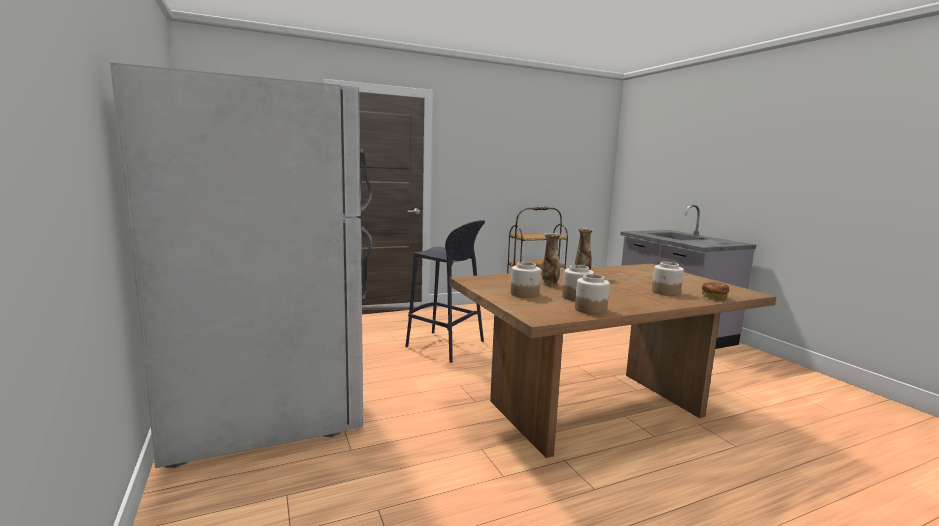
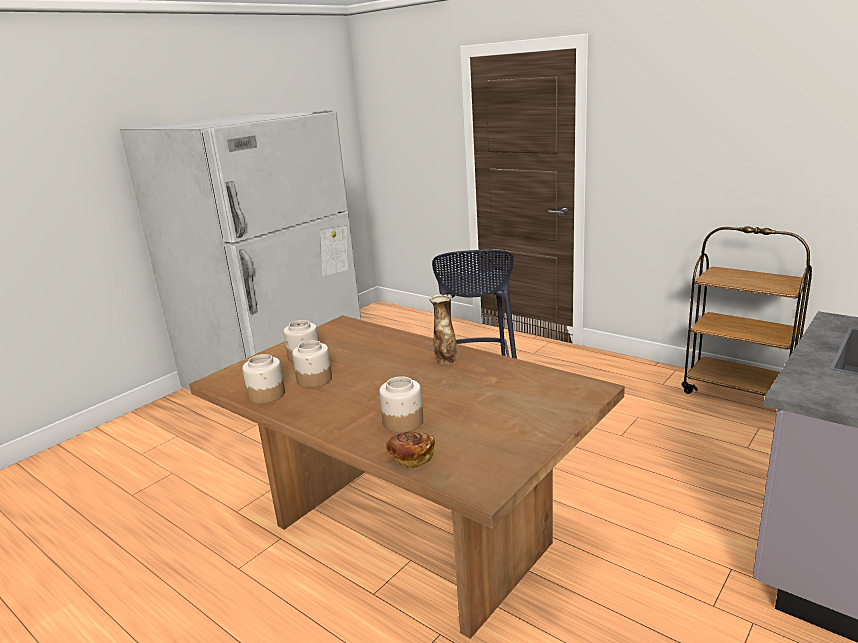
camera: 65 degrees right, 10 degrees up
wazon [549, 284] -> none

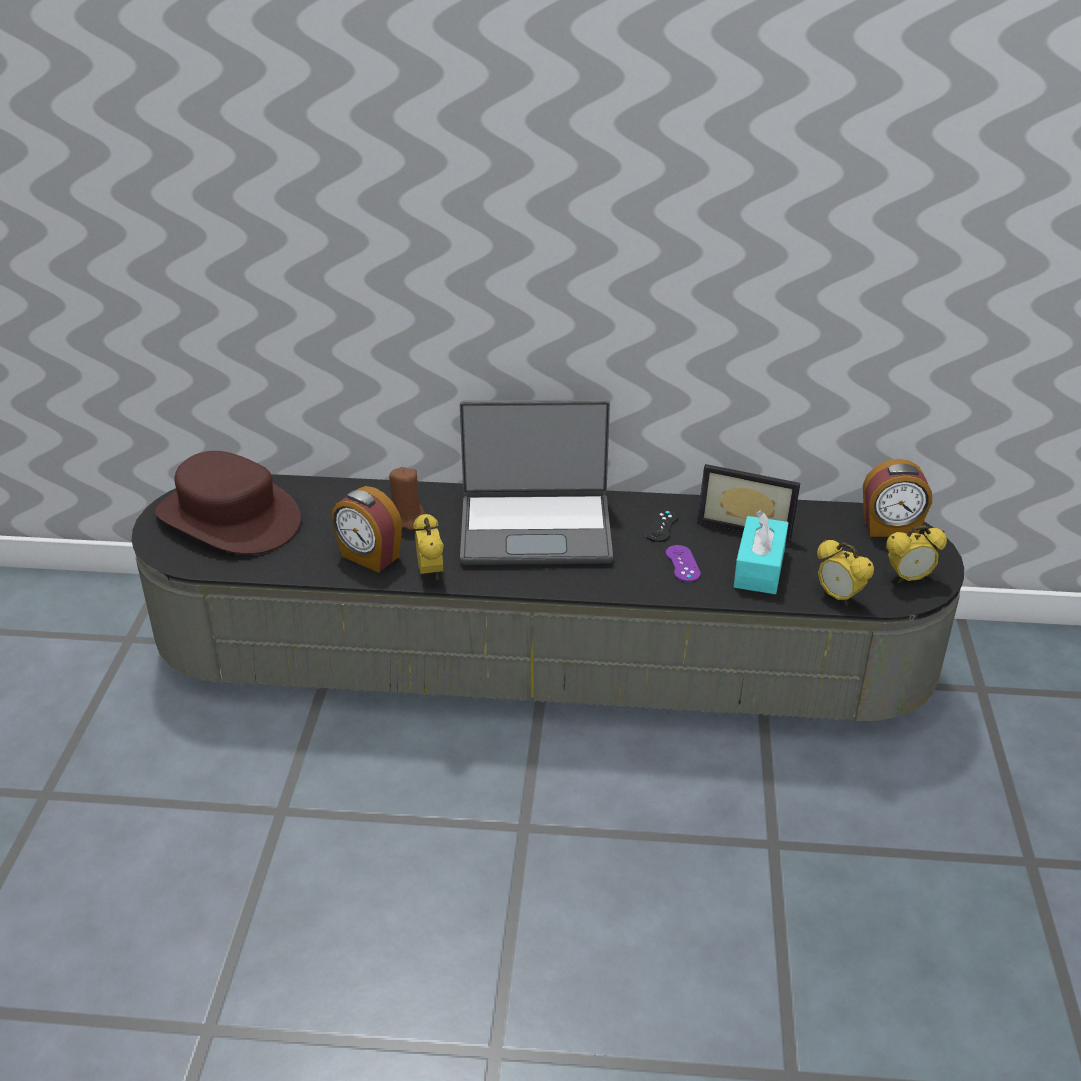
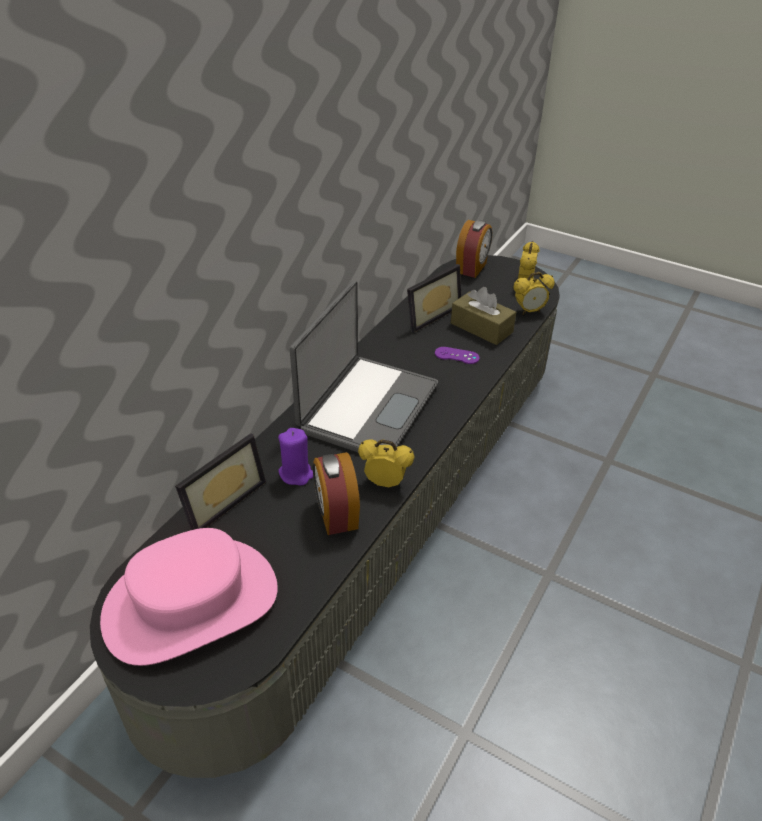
camera: 65 degrees left, 5 degrees up
kapelusz (brązowy) [229, 517] -> kapelusz (różowy) [191, 602]
świeca (brązowy) [407, 519] -> świeca (fioletowy) [296, 474]
budzik [369, 557] -> budzik [336, 514], 105 degrees clockwise
pad do gier (czarny) [661, 525] -> none
pudełko chusteczek (turkusowy) [759, 568] -> pudełko chusteczek (brązowy) [481, 328]
none -> ramka na zdjęcie [220, 500]

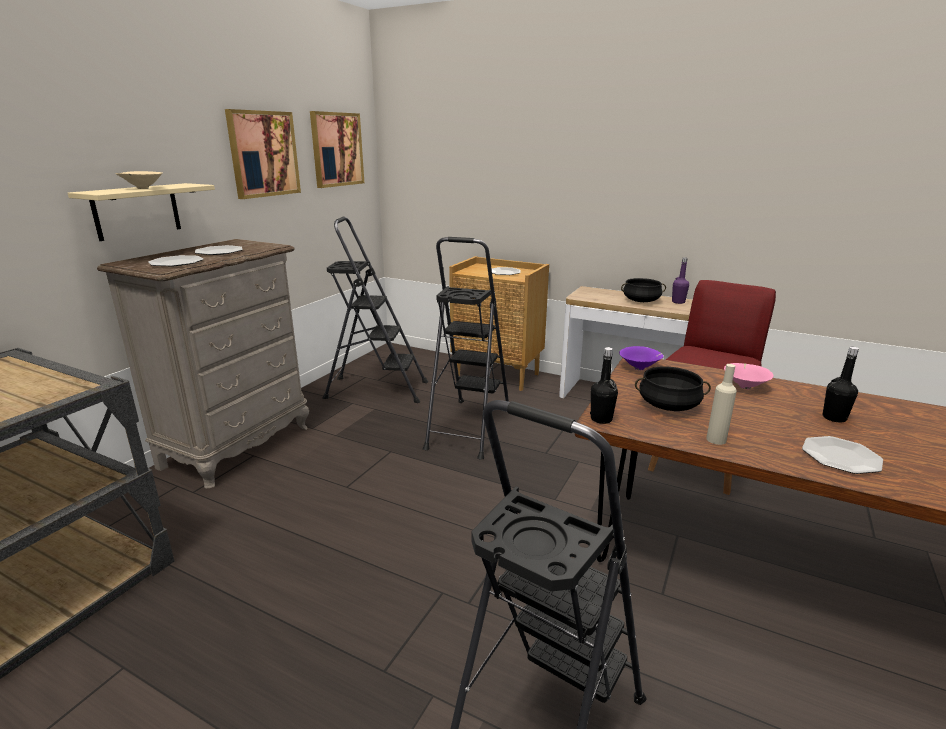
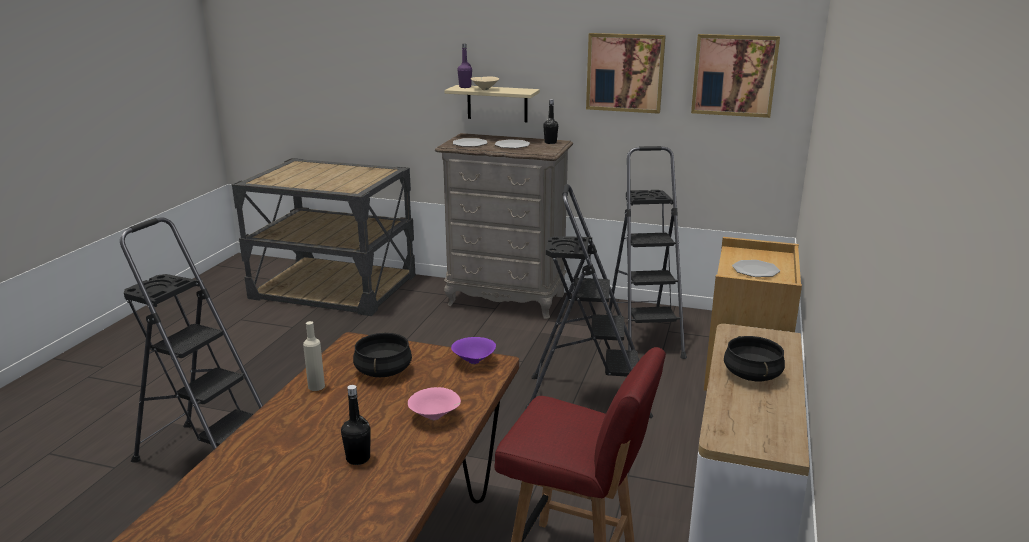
camera: 80 degrees right, 0 degrees up
butelka (fioletowy) [678, 302] -> butelka (fioletowy) [465, 87], move
butelka (czarny) [601, 419] -> butelka (czarny) [550, 142], move
talerz [841, 456] -> none

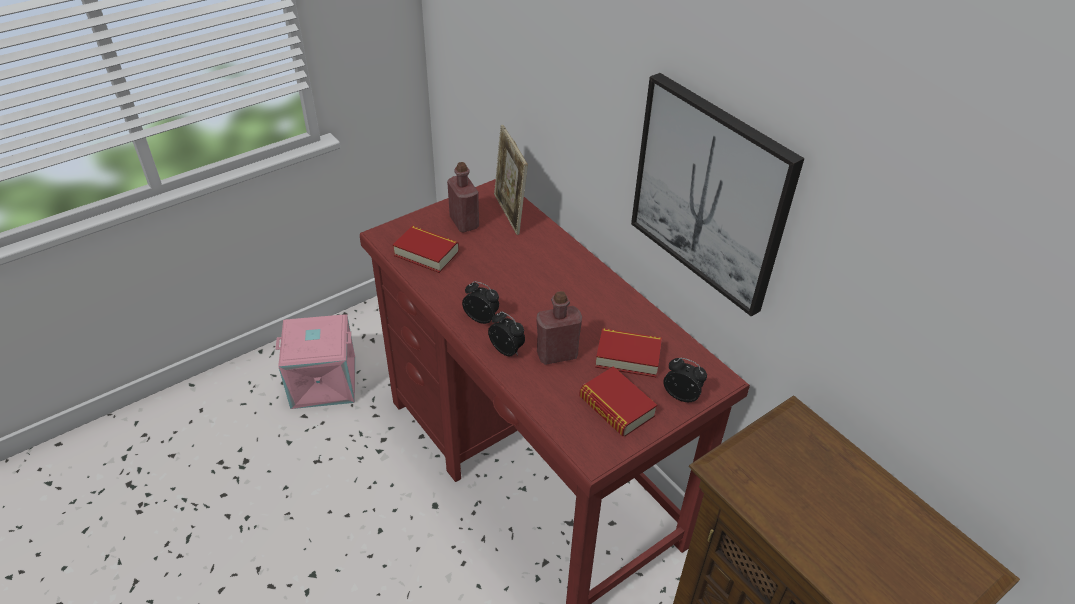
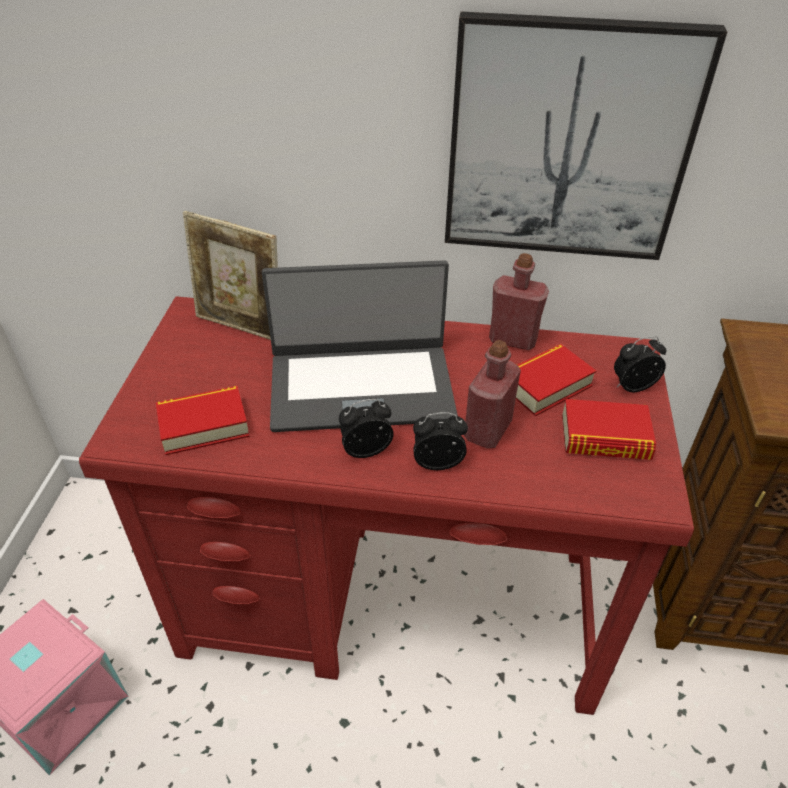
camera: 45 degrees left, 0 degrees up
butelka (czerwony) [464, 223] -> butelka (czerwony) [513, 339], move
none -> laptop [361, 386]

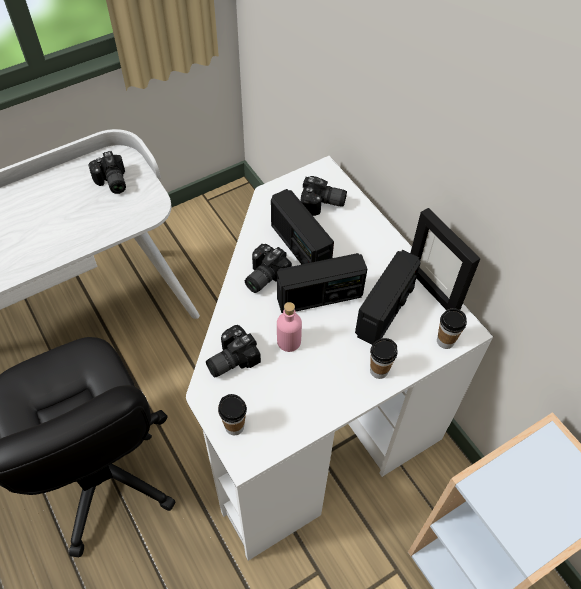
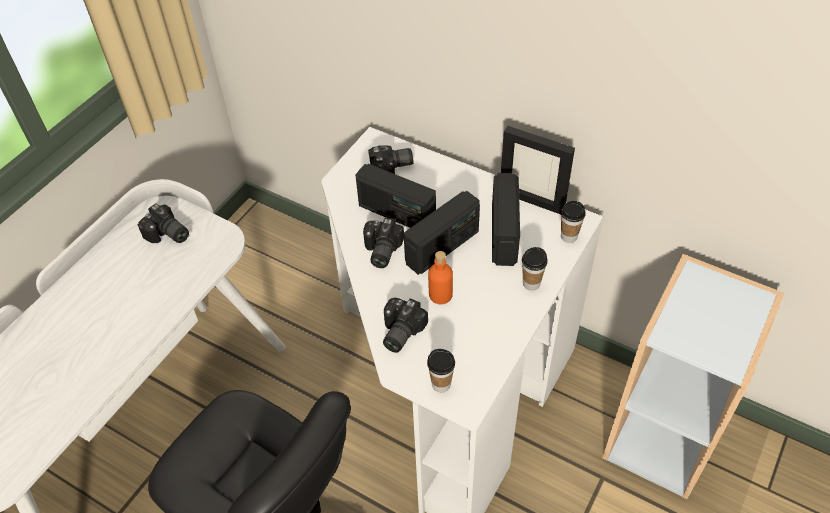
camera: 25 degrees left, 5 degrees down
butelka (różowy) [288, 341] -> butelka (pomarańczowy) [440, 295]

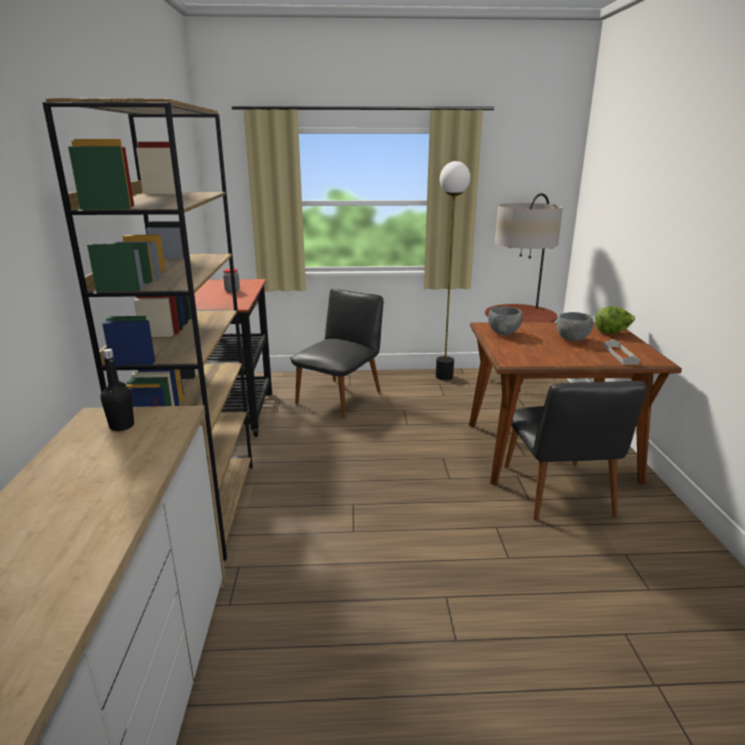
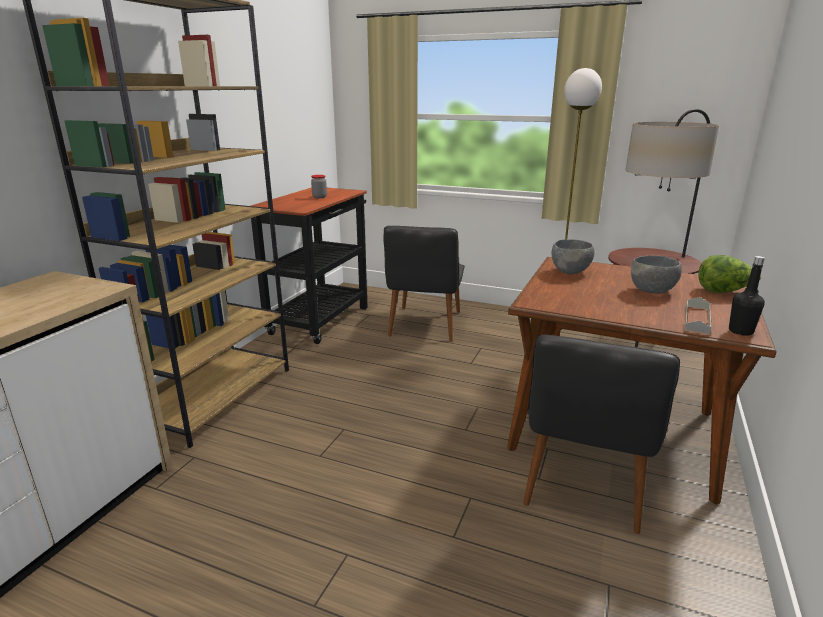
camera: 25 degrees right, 0 degrees up
krzesło (czarny) [339, 397] -> krzesło (czarny) [425, 323], 135 degrees clockwise
butelka (czarny) [122, 426] -> butelka (czarny) [740, 331], move

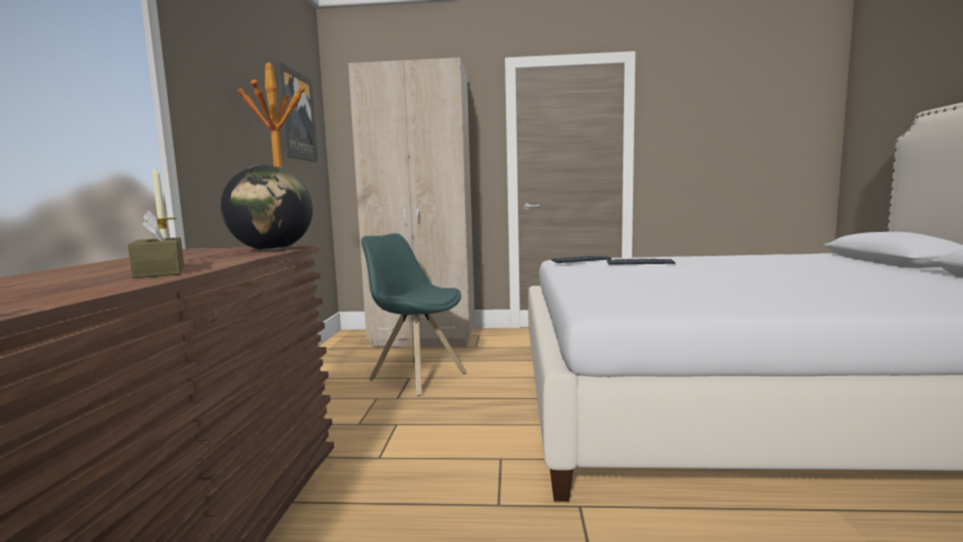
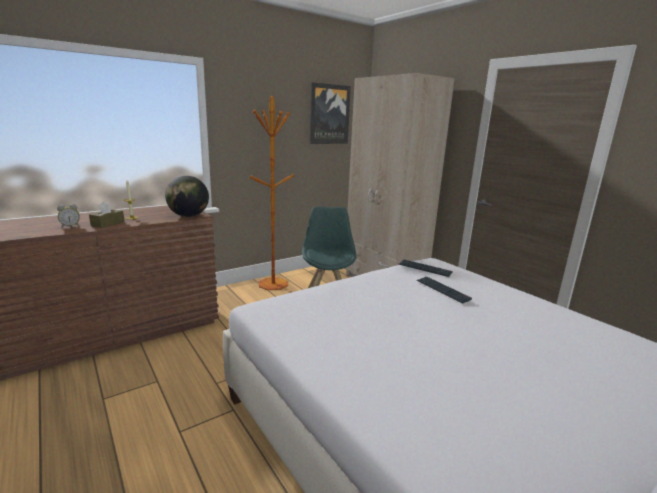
camera: 50 degrees right, 10 degrees up
none -> budzik [70, 226]

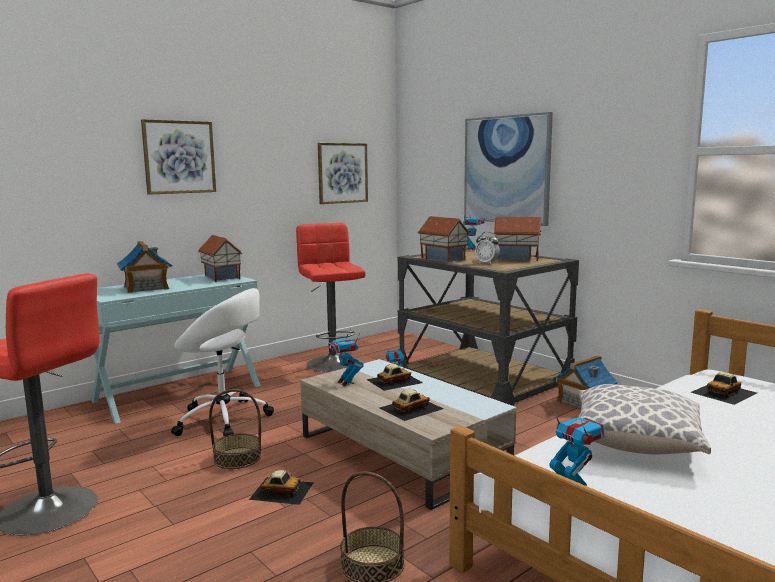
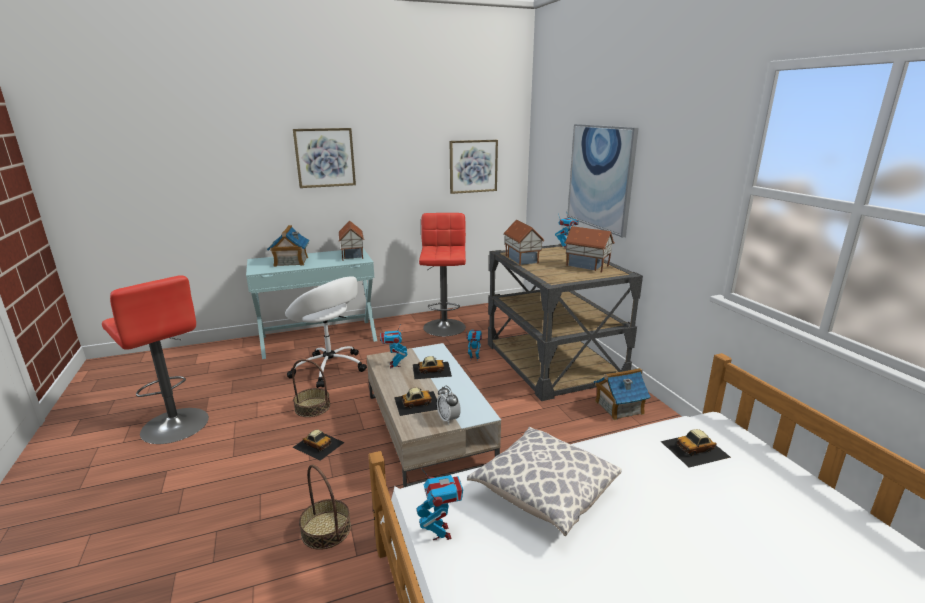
camera: 20 degrees right, 10 degrees up
budzik [487, 263] -> budzik [448, 419], move

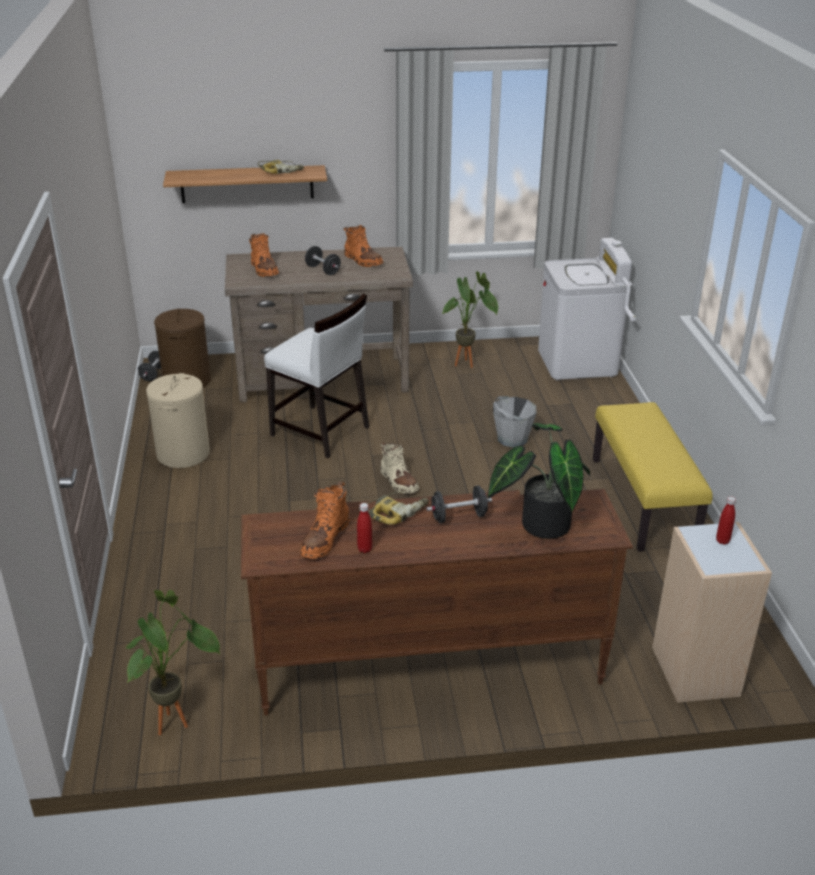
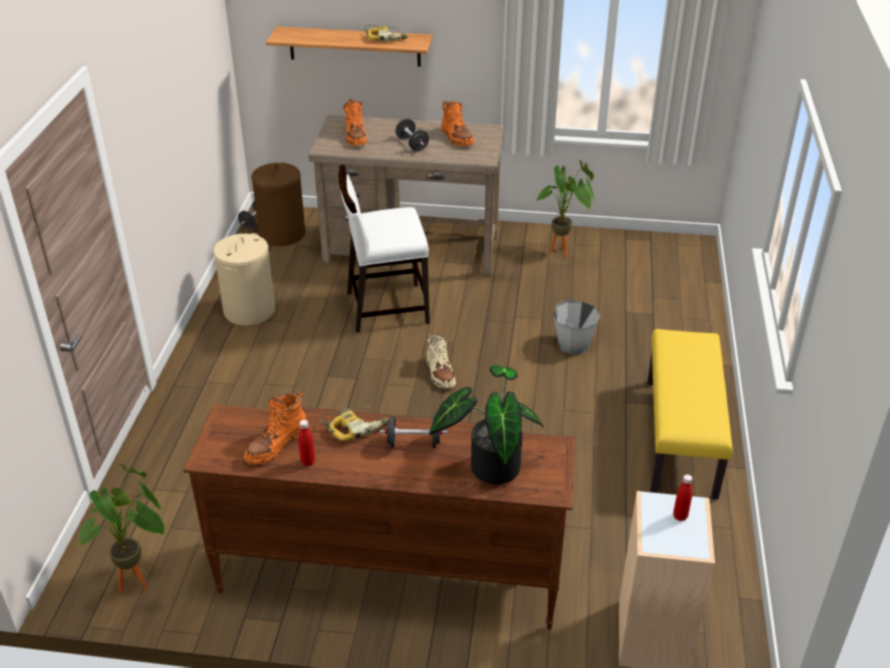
camera: 15 degrees right, 5 degrees up
pralka (biały) [578, 365] -> none
krzesło (biały) [320, 432] -> krzesło (biały) [386, 307], 120 degrees clockwise

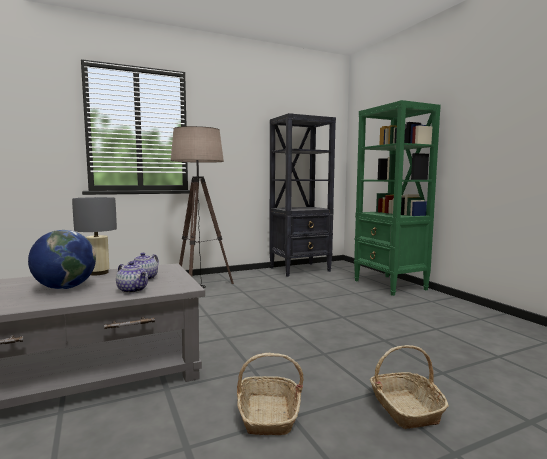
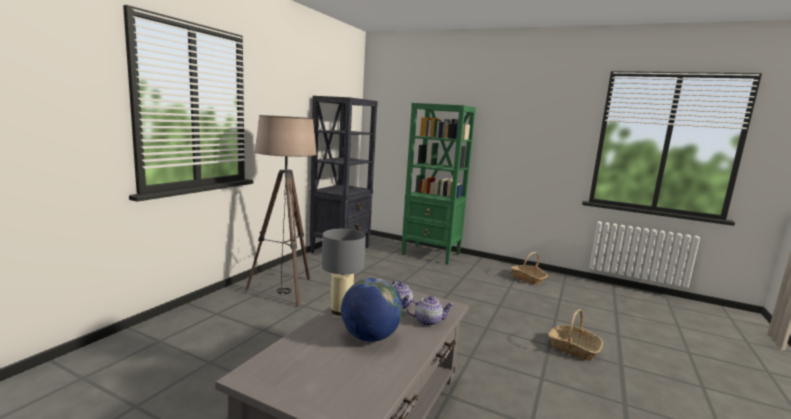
camera: 40 degrees left, 5 degrees up
koszyk [268, 414] -> koszyk [528, 279], move

